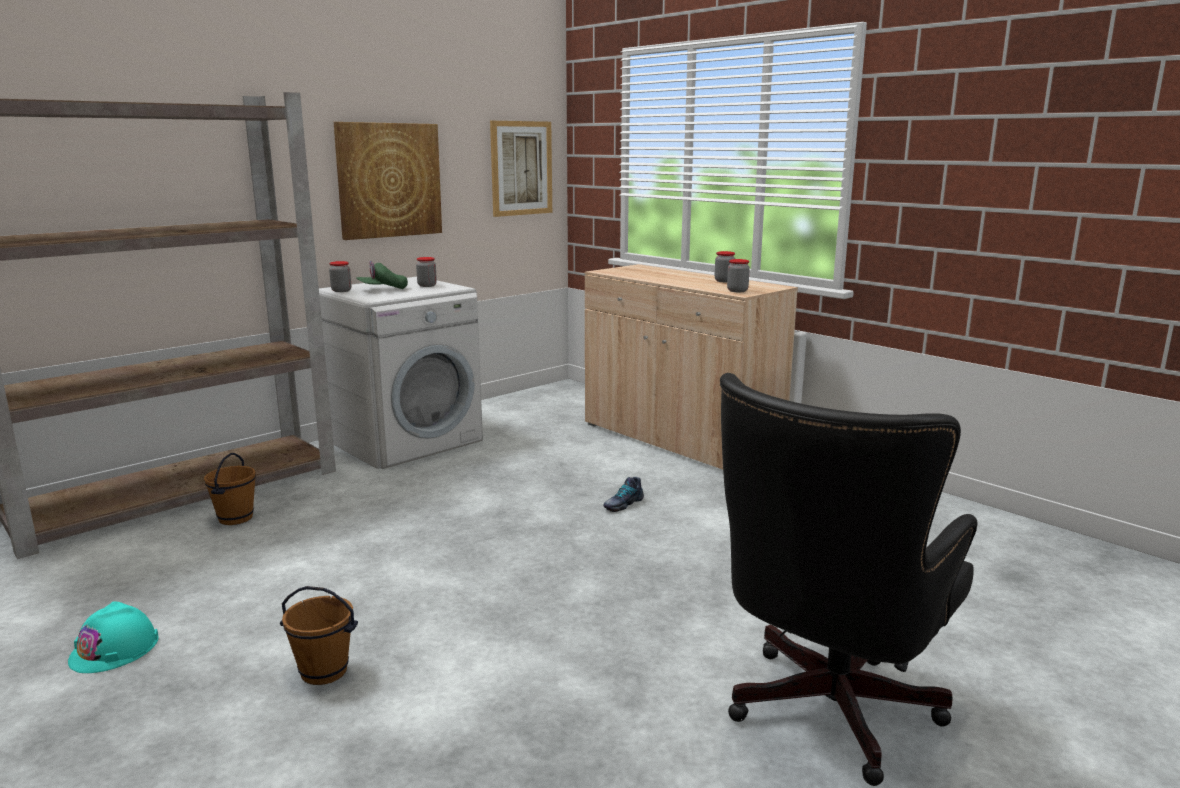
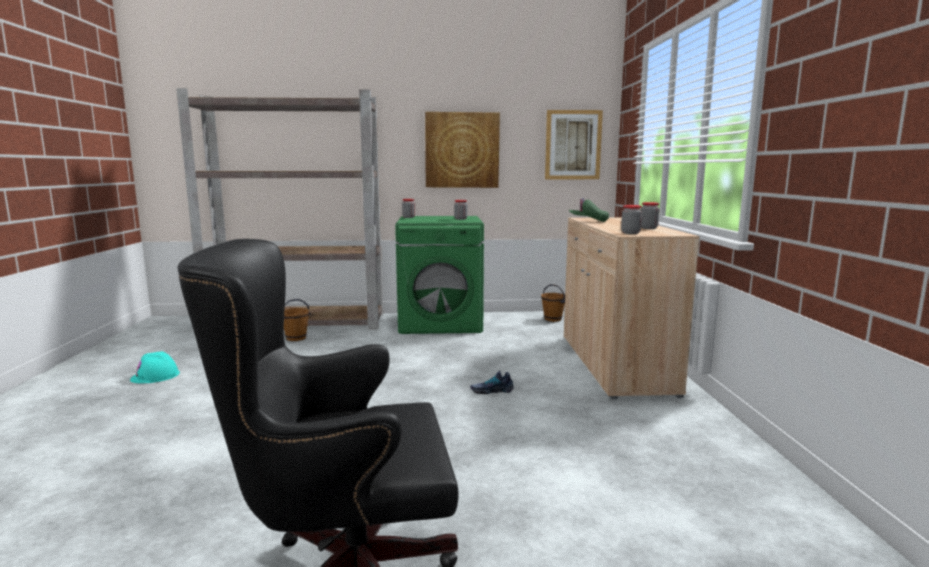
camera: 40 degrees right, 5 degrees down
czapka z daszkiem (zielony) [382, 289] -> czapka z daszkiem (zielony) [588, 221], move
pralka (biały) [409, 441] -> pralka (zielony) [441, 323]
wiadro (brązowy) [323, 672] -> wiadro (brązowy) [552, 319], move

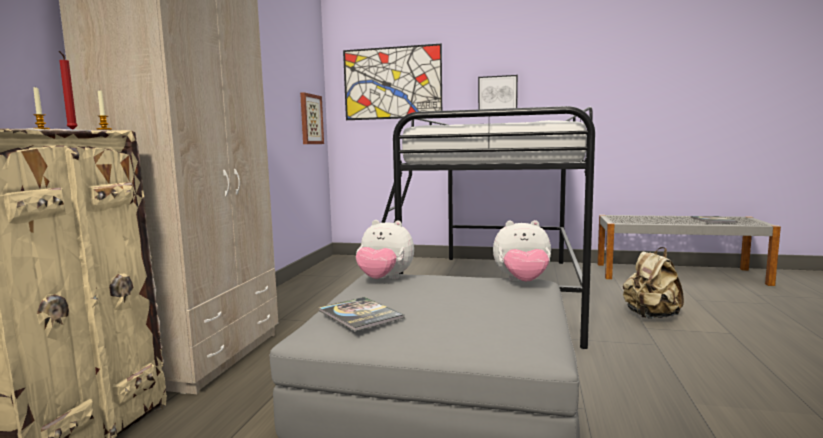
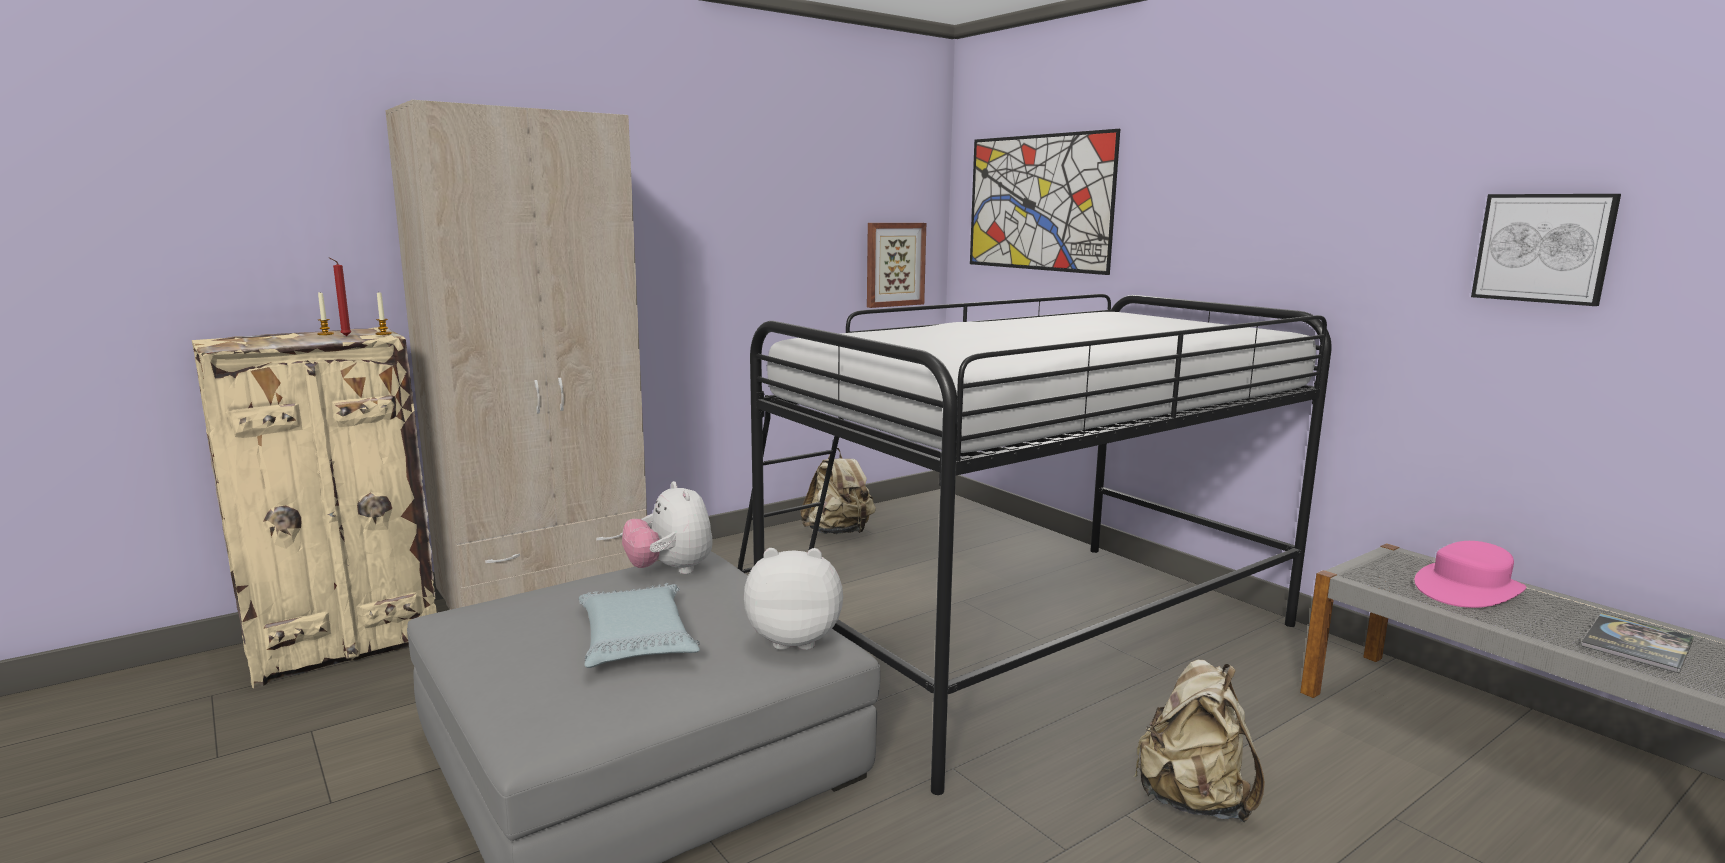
camera: 40 degrees right, 5 degrees up
obraz [497, 95] -> obraz [1543, 248], move
pluszak [522, 282] -> pluszak [794, 639], 135 degrees clockwise
książka [360, 315] -> none
none -> plecak (beżowy) [838, 532]
none -> kapelusz (różowy) [1469, 589]
none -> poduszka (niebieski) [636, 635]

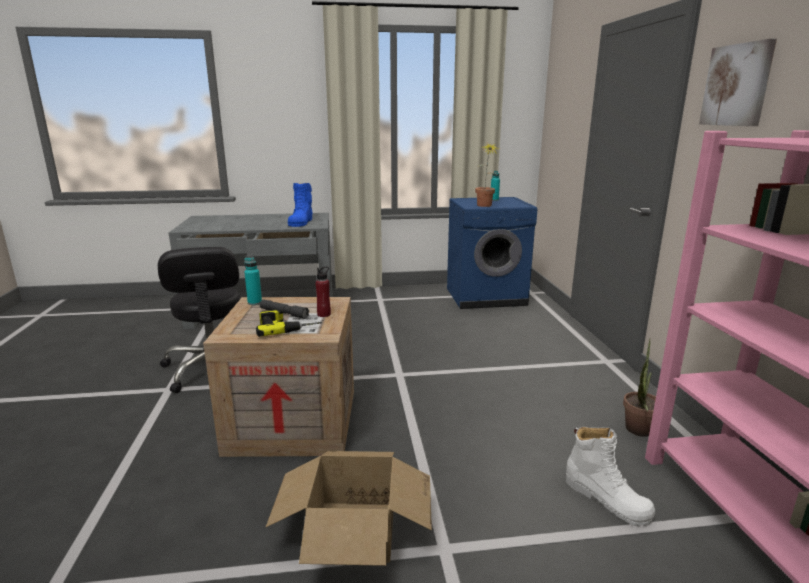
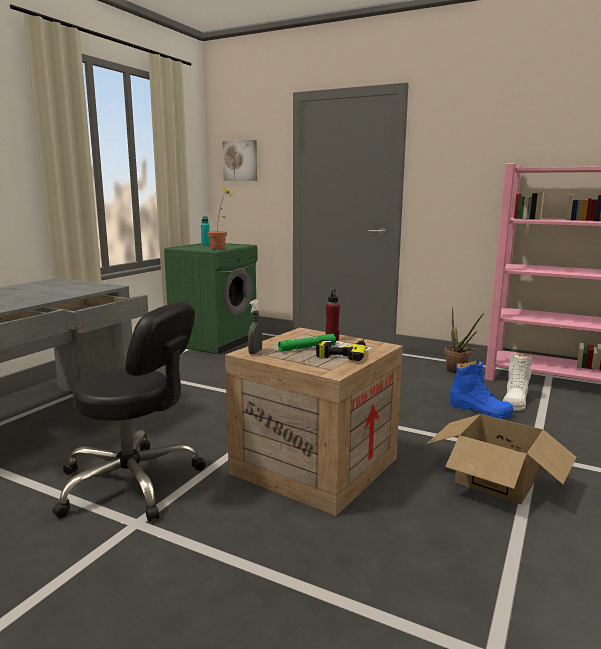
camera: 55 degrees left, 5 degrees down
obraz [737, 85] -> obraz [240, 161], move
but z cholewką (niebieski) [301, 222] -> but z cholewką (niebieski) [480, 410], move
pralka (niebieski) [486, 297] -> pralka (zielony) [216, 341]
butelka (turkusowy) [254, 303] -> spryskiwacz (szary) [255, 352]
latarka (szary) [284, 313] -> latarka (zielony) [307, 348]
but z cholewką (biały) [607, 499] -> but z cholewką (biały) [515, 400], 120 degrees clockwise

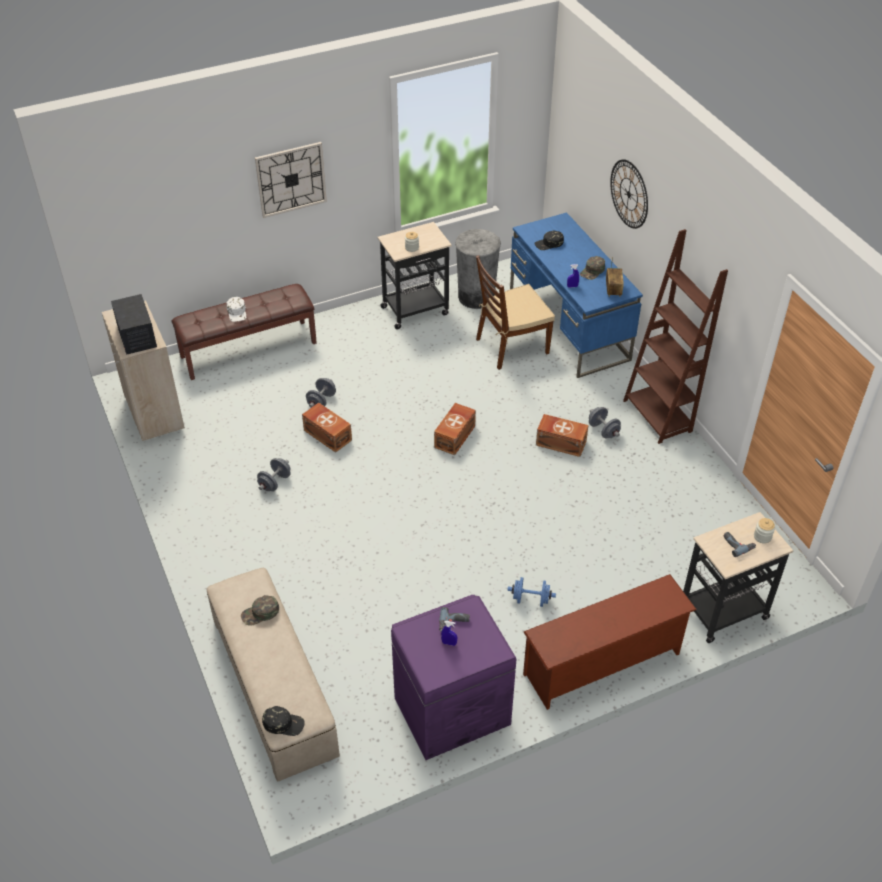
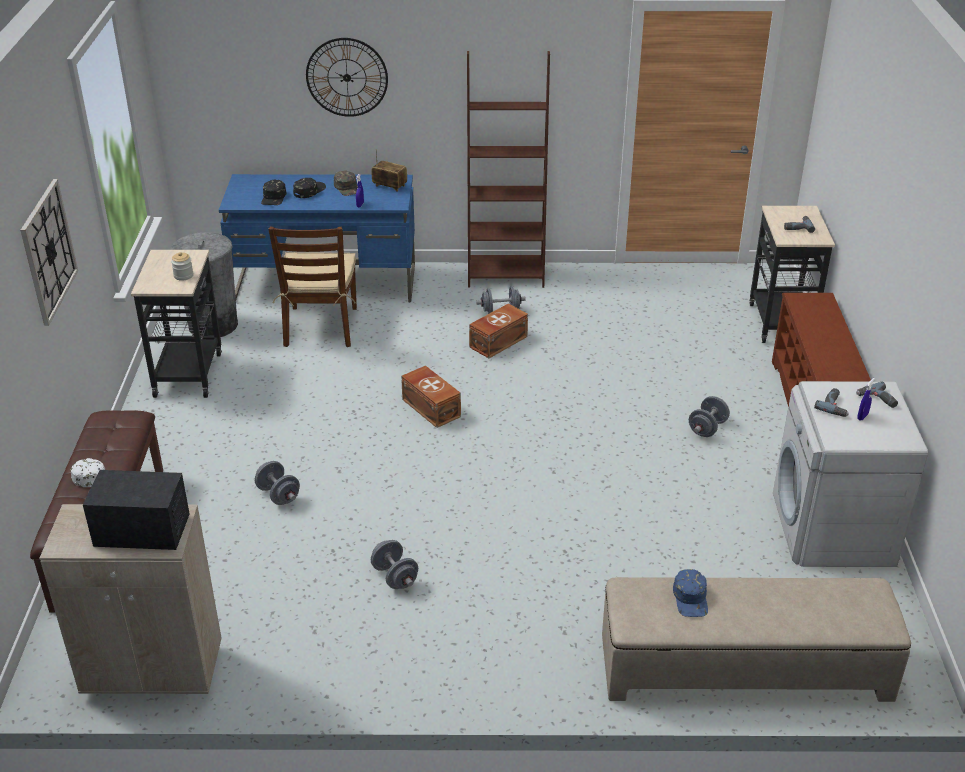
camera: 65 degrees left, 10 degrees down
pojemnik do przechowywania (brązowy) [327, 434] -> none
słoik [762, 536] -> none
hantel (niebieski) [530, 599] -> hantel (szary) [707, 428]
czapka z daszkiem (zielony) [260, 613] -> czapka z daszkiem (niebieski) [691, 598]
pralka (fioletowy) [449, 707] -> pralka (biały) [831, 528]
czapka z daszkiem (czarny) [283, 723] -> czapka z daszkiem (czarny) [309, 191], move
none -> wiertarka [877, 400]

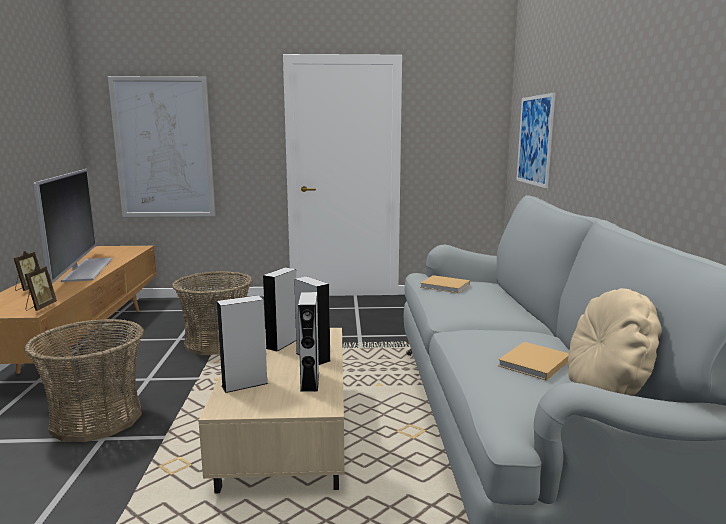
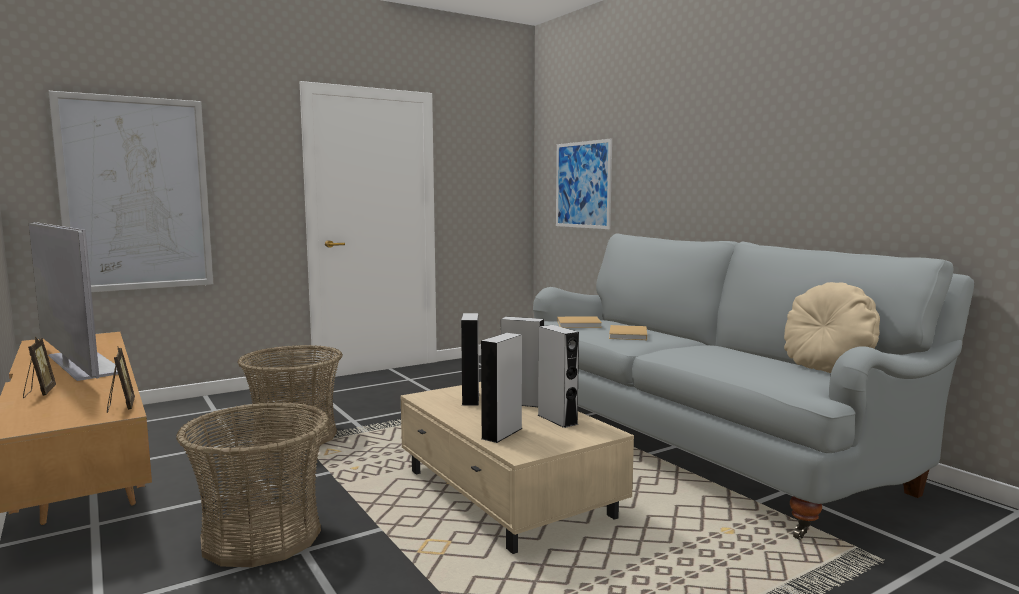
camera: 30 degrees left, 5 degrees down
książka (beżowy) [533, 364] -> książka (beżowy) [628, 335], move

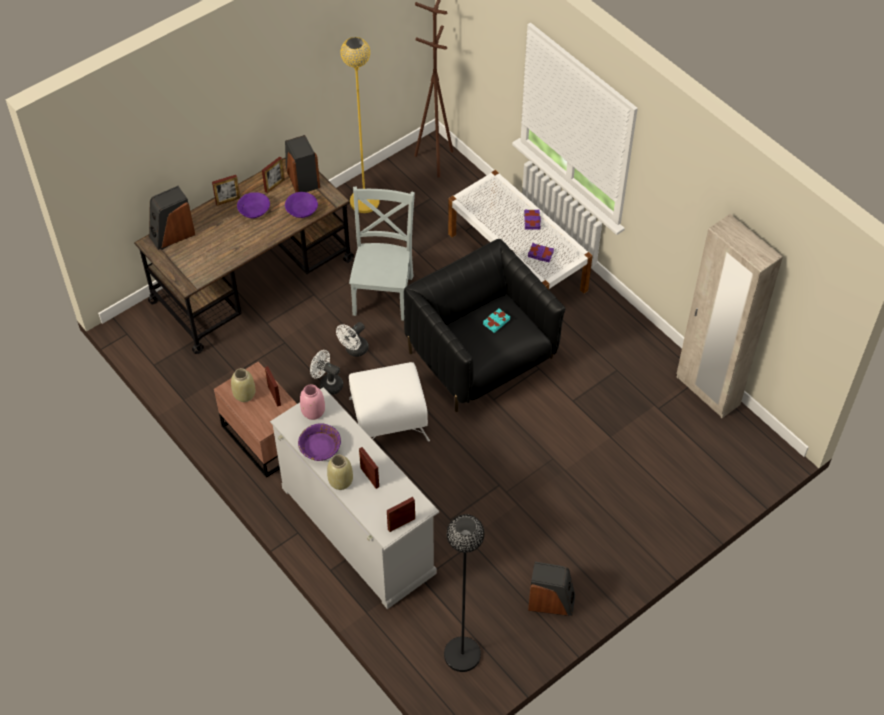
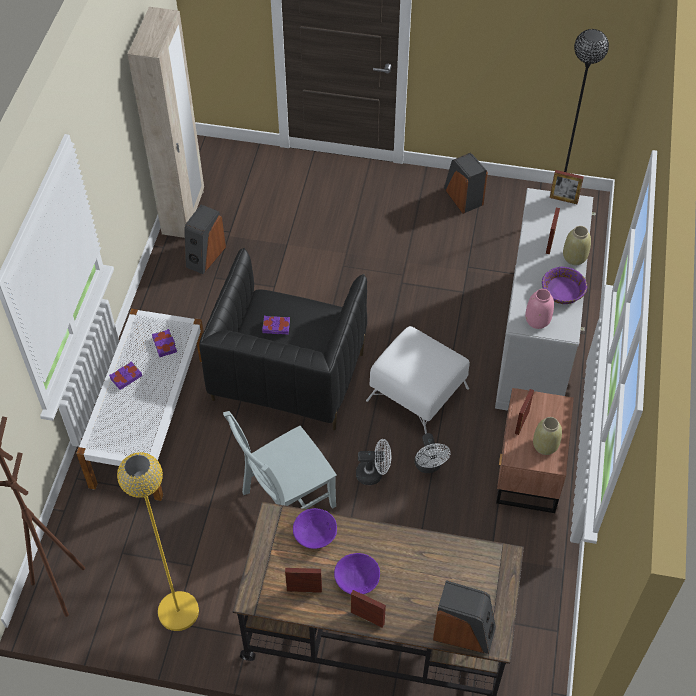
camera: 130 degrees left, 0 degrees up
głośnik [302, 178] -> głośnik [205, 256], move
książka (turkusowy) [496, 322] -> książka (fioletowy) [276, 327]

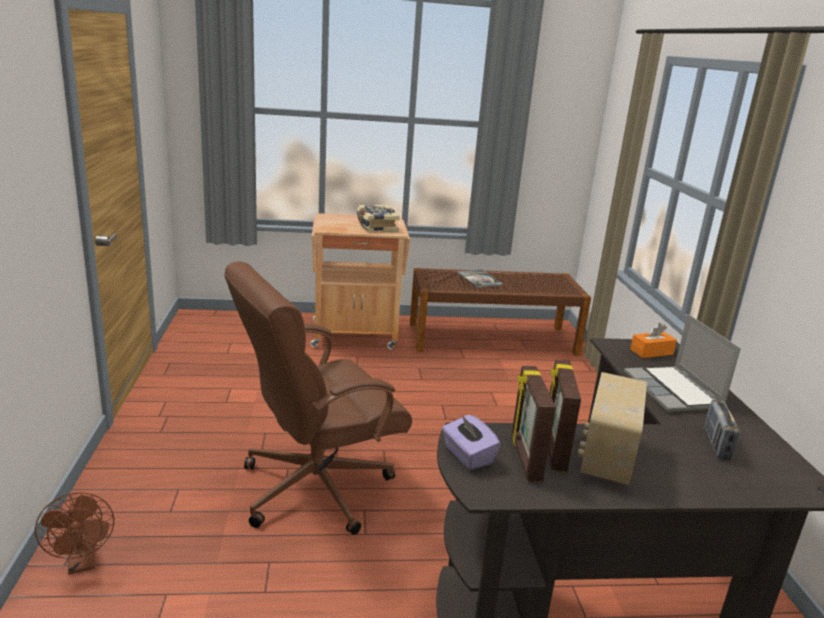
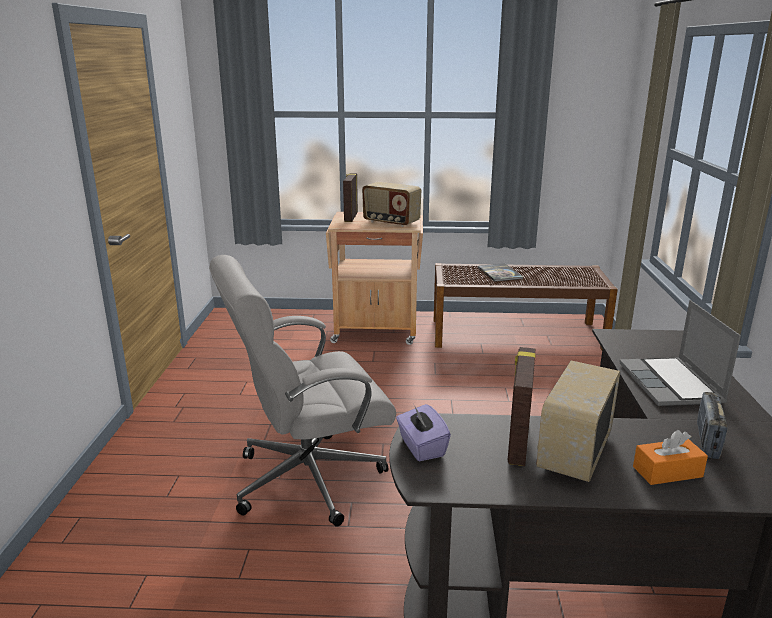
camera: 10 degrees right, 0 degrees up
książka [376, 227] -> radio [391, 222]
krzesło biurowe (brązowy) [316, 487] -> krzesło biurowe (szary) [309, 478]
pudełko chusteczek (pomarańczowy) [651, 352] -> pudełko chusteczek (pomarańczowy) [667, 472], move
ramka na zdjęcie [525, 457] -> ramka na zdjęcie [350, 217], move
wentylator (brązowy) [82, 563] -> none

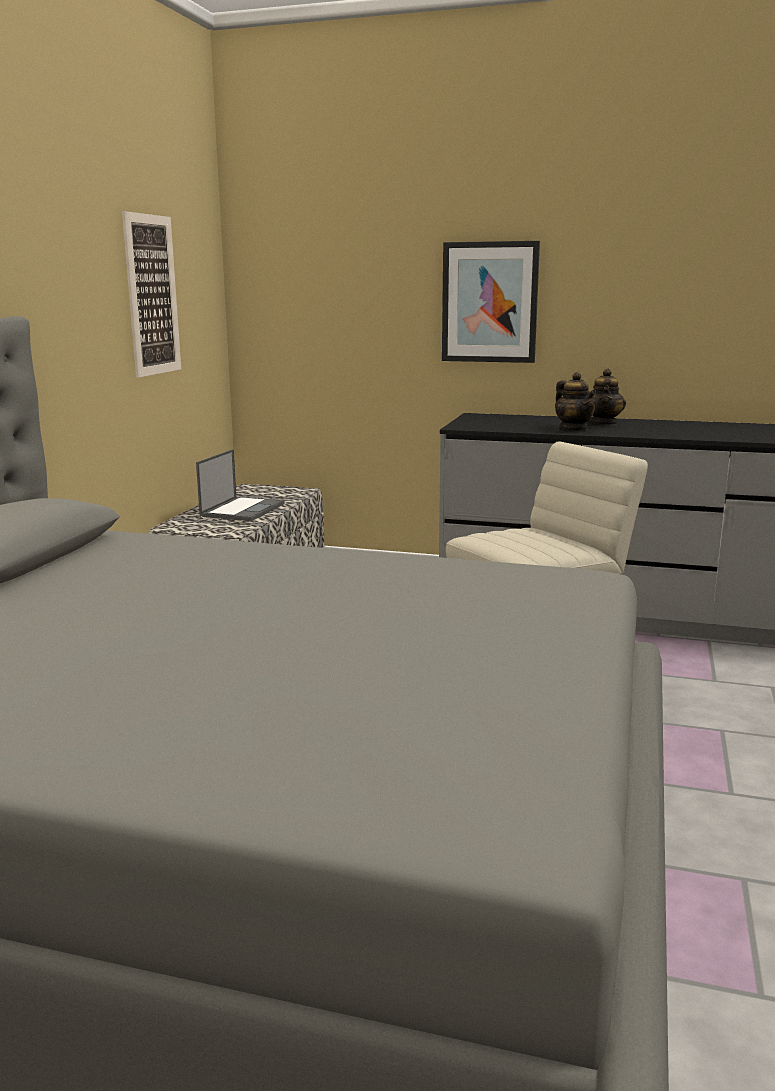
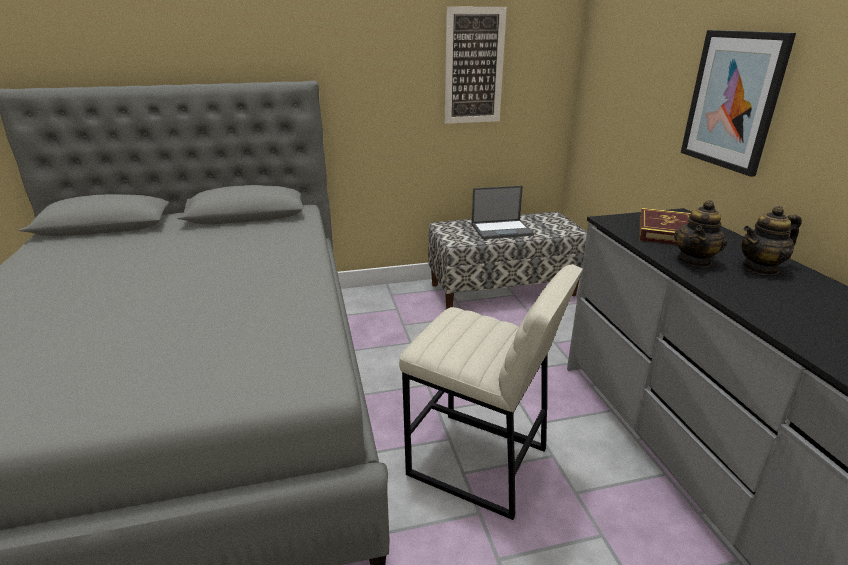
camera: 60 degrees right, 10 degrees up
none -> książka [664, 231]

